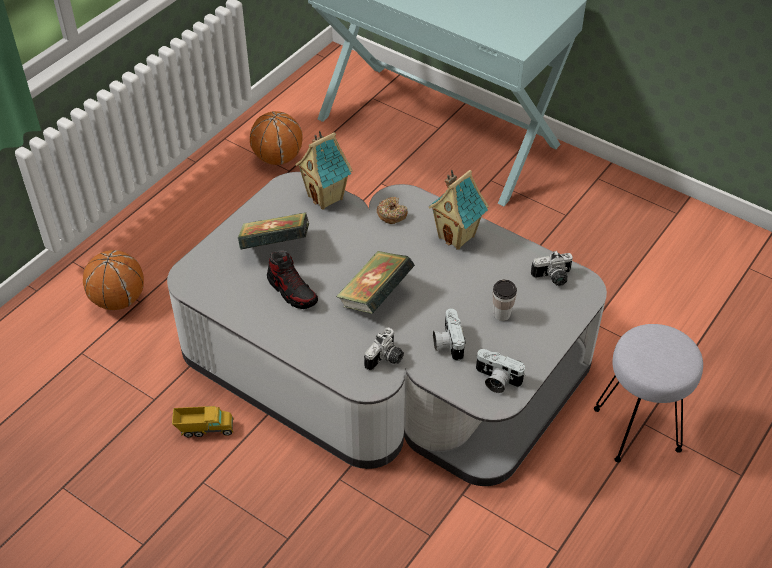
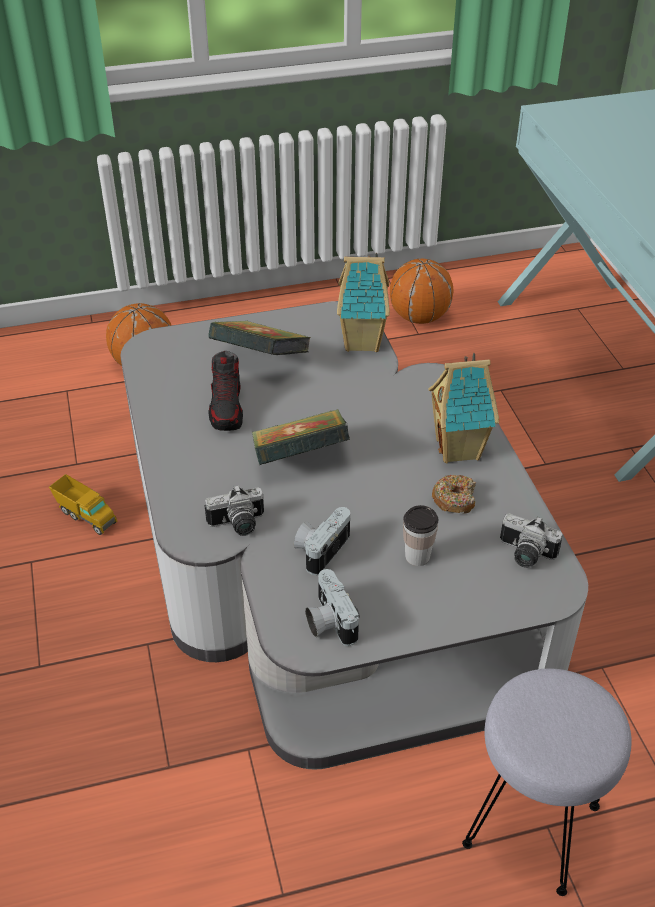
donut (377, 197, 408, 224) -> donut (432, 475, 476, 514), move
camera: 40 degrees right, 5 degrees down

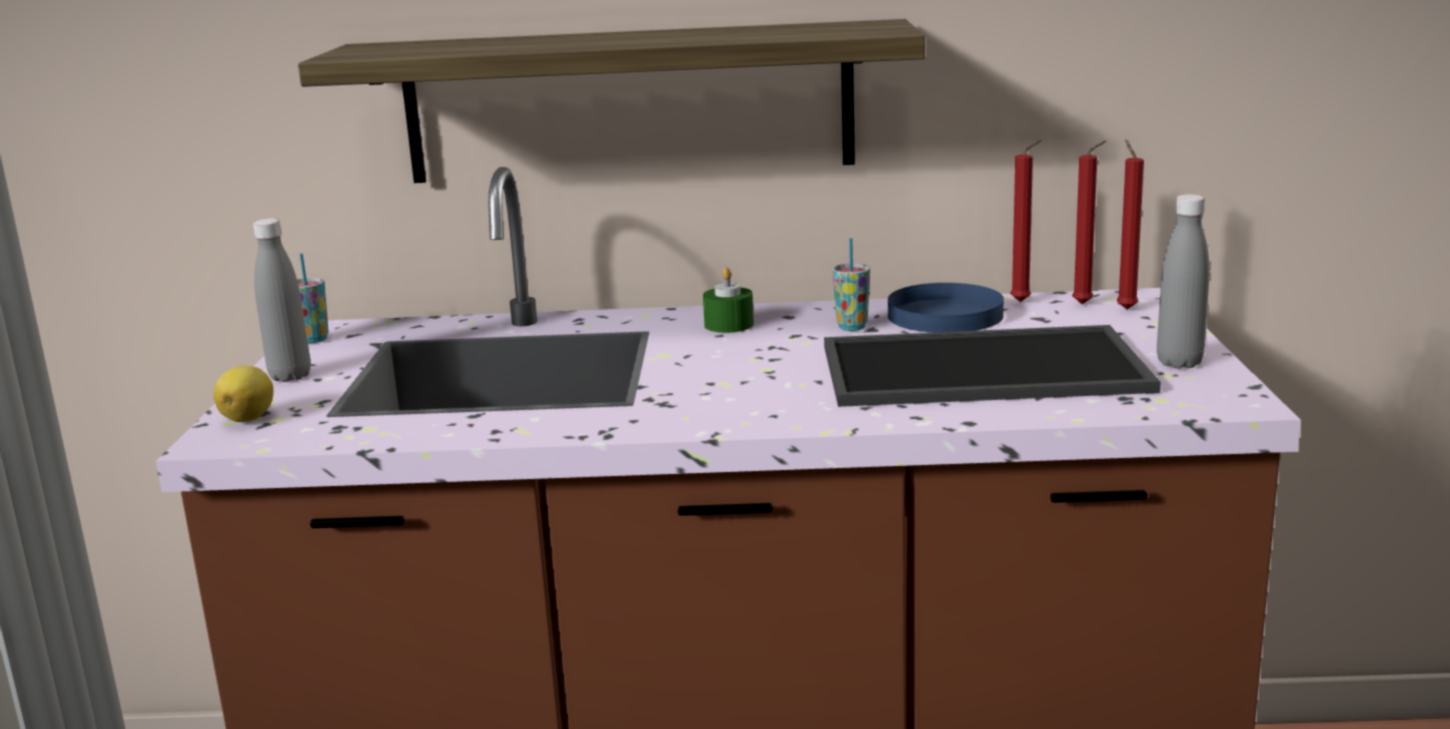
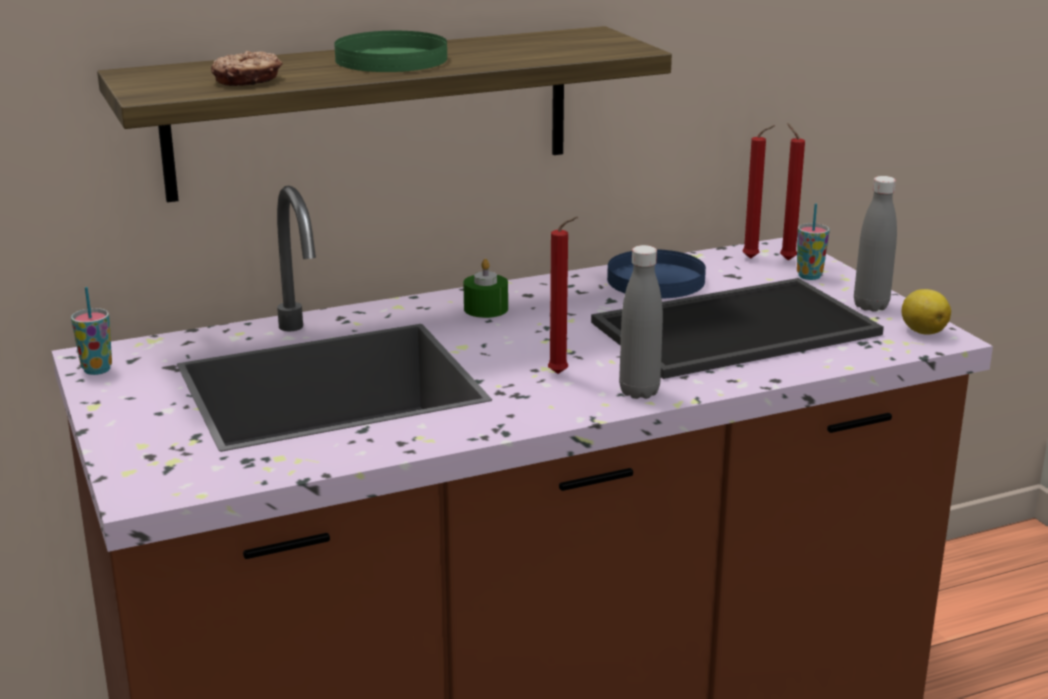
none -> donut (211, 51, 283, 86)
none -> green_plate (334, 31, 447, 72)
lemon (213, 366, 274, 422) -> lemon (902, 289, 951, 335), move
grey_bottle (253, 218, 311, 382) -> grey_bottle (619, 245, 663, 399), move
cup (832, 238, 870, 331) -> cup (797, 204, 830, 280), move
red_candle (1010, 140, 1042, 302) -> red_candle (548, 217, 578, 374), move
camera: 25 degrees left, 5 degrees up

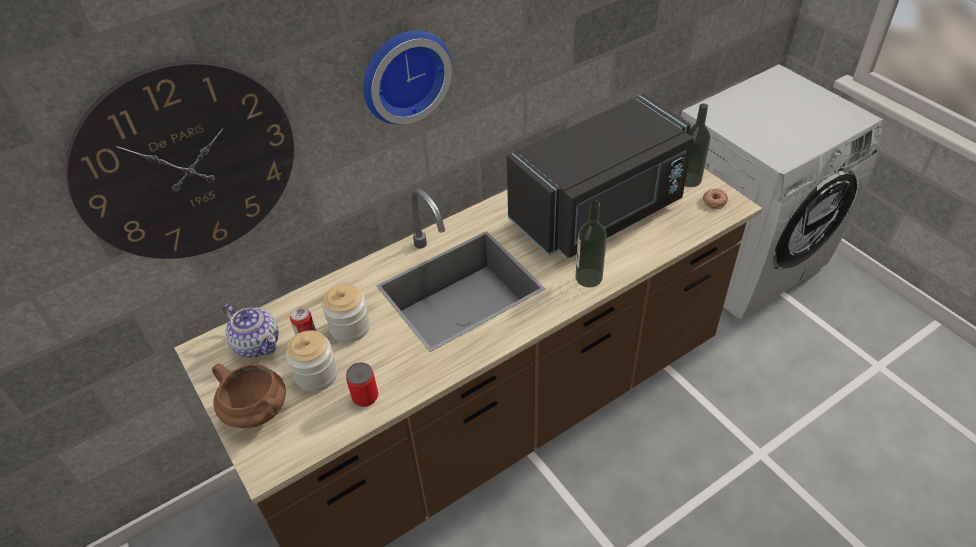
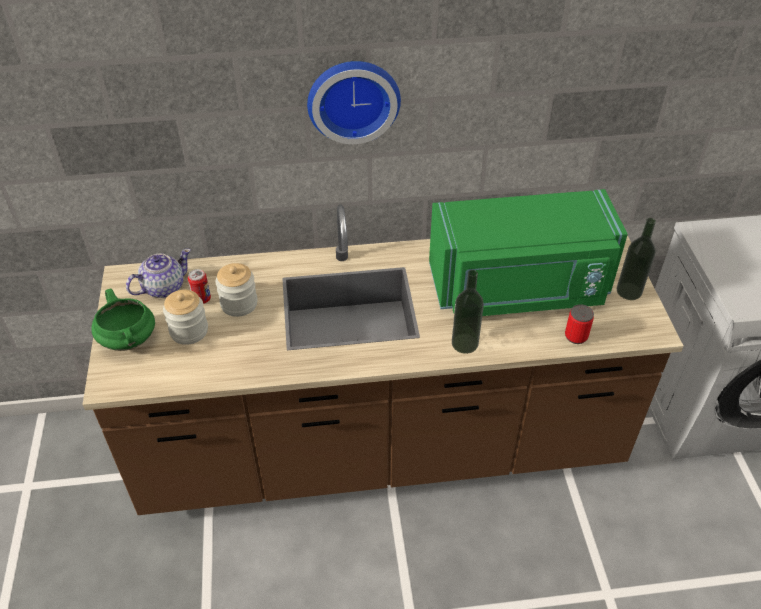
wall_clock (66, 61, 294, 259) -> none
donut (703, 189, 728, 209) -> none
can (346, 363, 378, 407) -> can (565, 304, 594, 344), move
brown_cooking_pot (212, 363, 286, 428) -> green_cooking_pot (91, 289, 155, 351)
black_microwave (507, 94, 694, 258) -> green_microwave (429, 189, 628, 316)
teapot (222, 304, 279, 358) -> teapot (126, 249, 191, 298), 105 degrees counterclockwise
camera: 25 degrees right, 0 degrees up

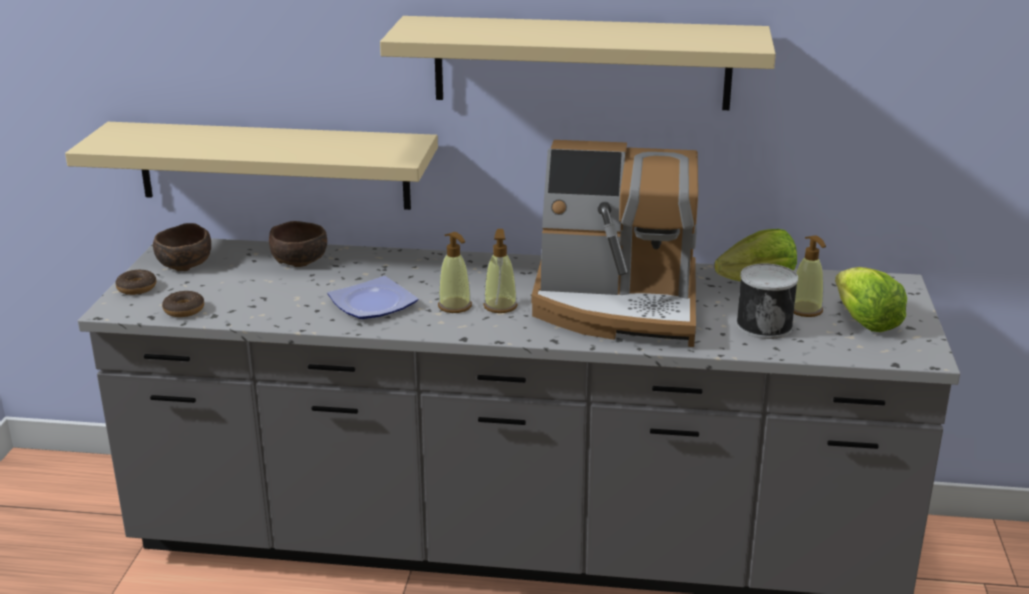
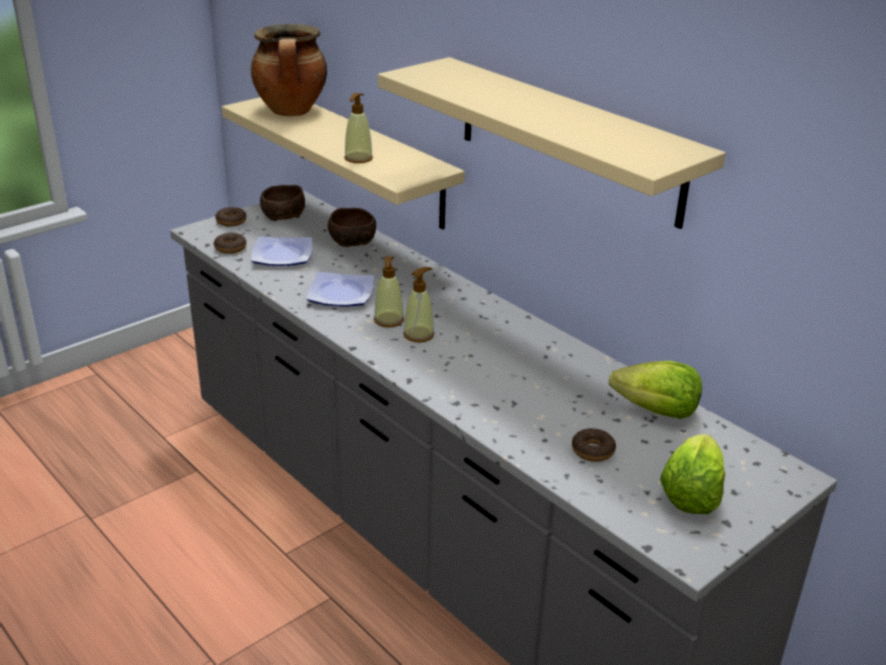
coffee_machine (532, 140, 698, 347) -> none
none -> cooking_pot (251, 24, 327, 116)
none -> plate (252, 237, 312, 266)
soap_dispenser (794, 235, 826, 317) -> soap_dispenser (344, 93, 373, 163), move
can (736, 263, 798, 339) -> donut (572, 428, 616, 462)
camera: 40 degrees right, 5 degrees up

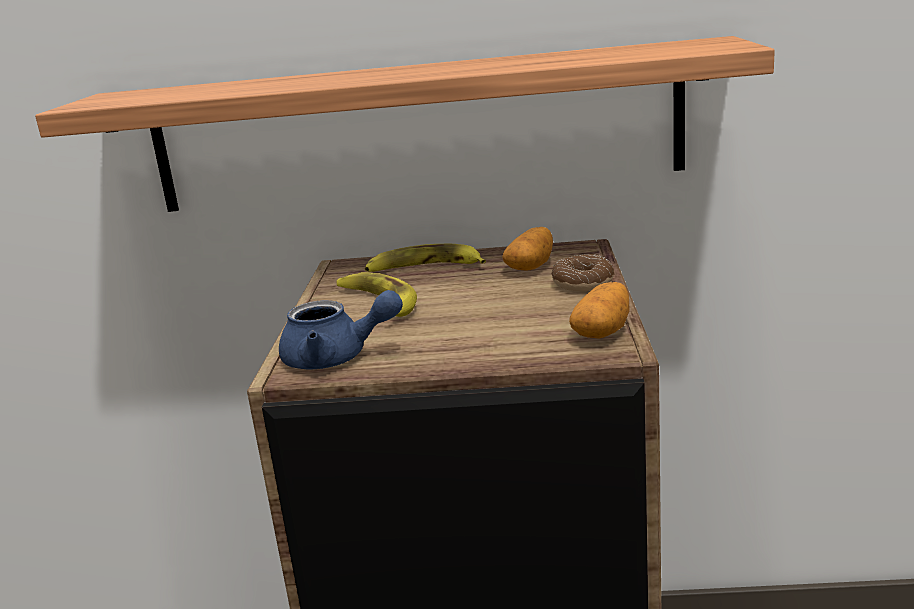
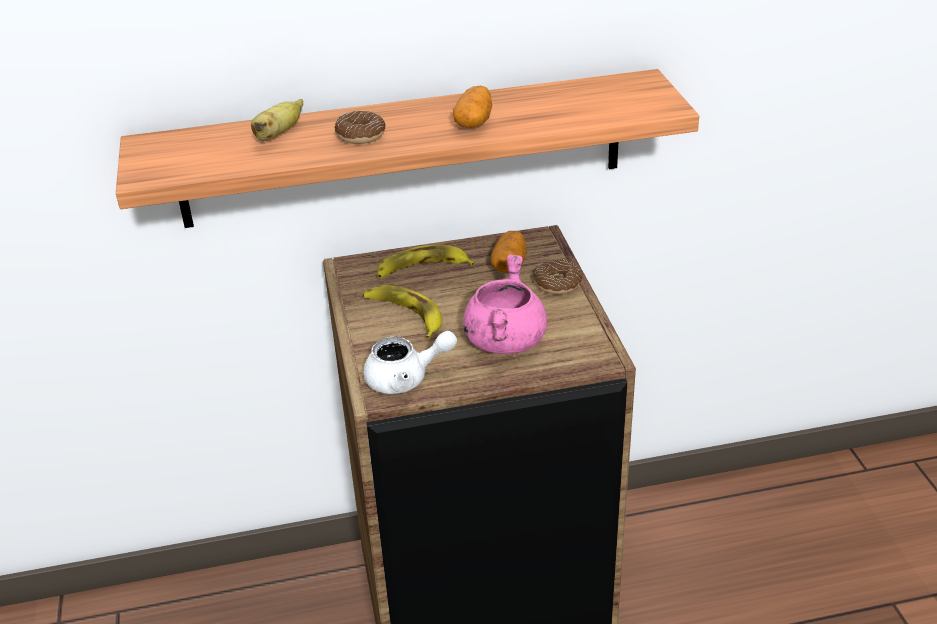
none -> banana (251, 99, 303, 141)
none -> donut (334, 111, 386, 144)
none -> pink_cooking_pot (463, 254, 547, 354)
potato (569, 282, 630, 338) -> potato (453, 86, 492, 128), move
blue_teapot (279, 290, 403, 369) -> white_teapot (363, 331, 457, 394)
camera: 15 degrees left, 15 degrees up

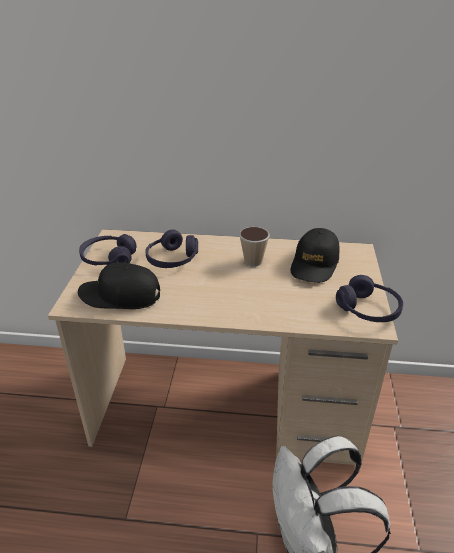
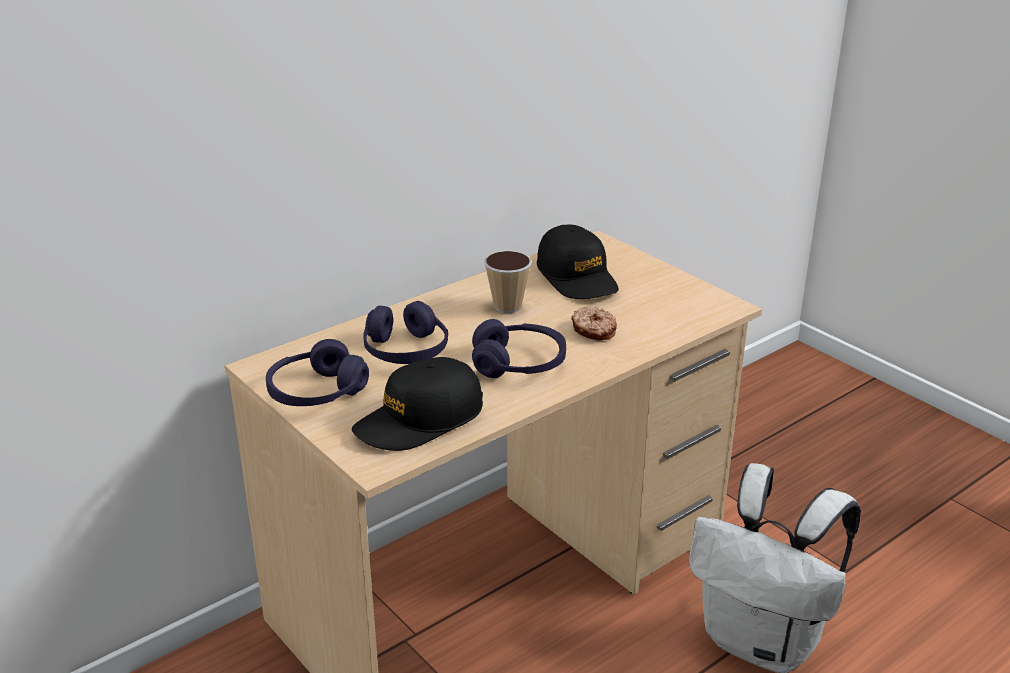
none -> donut (571, 306, 617, 341)
purple_headphones (336, 275, 403, 322) -> purple_headphones (472, 319, 566, 378), move
camera: 45 degrees left, 5 degrees down

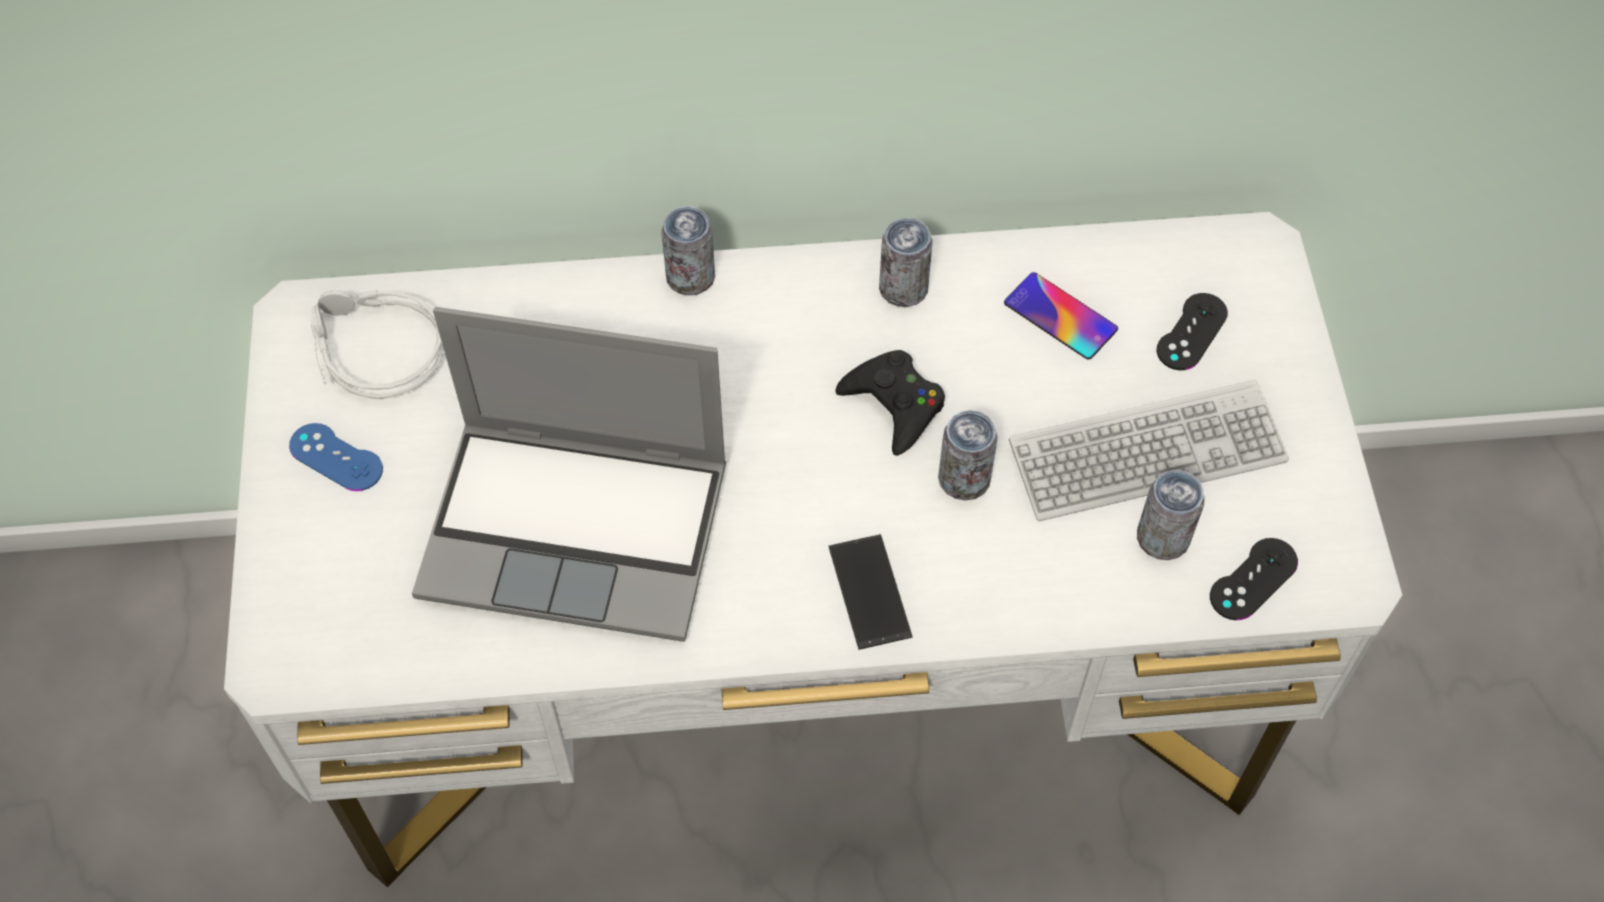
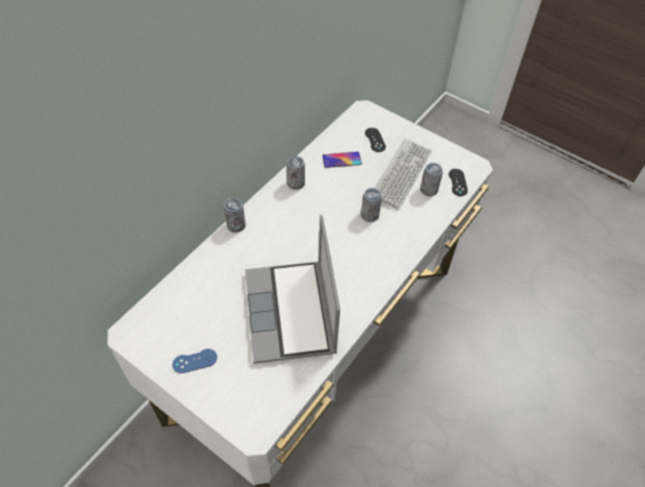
grey_headphones (311, 290, 444, 399) -> none
phone (829, 534, 913, 650) -> none
black_game_controller (835, 350, 945, 456) -> none
laptop (412, 307, 726, 642) -> laptop (245, 215, 340, 364), 120 degrees clockwise
camera: 50 degrees left, 5 degrees down

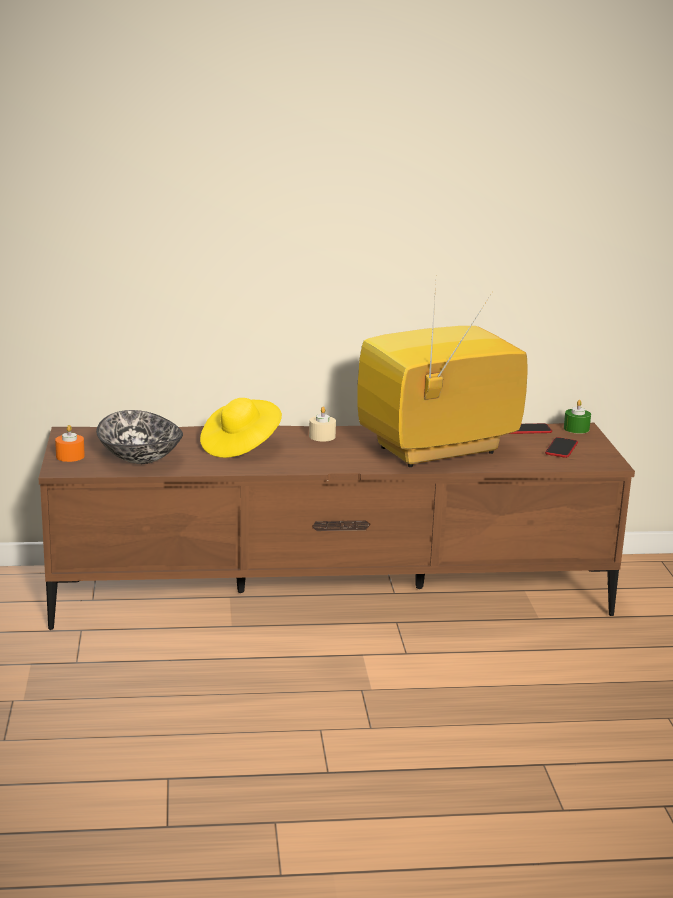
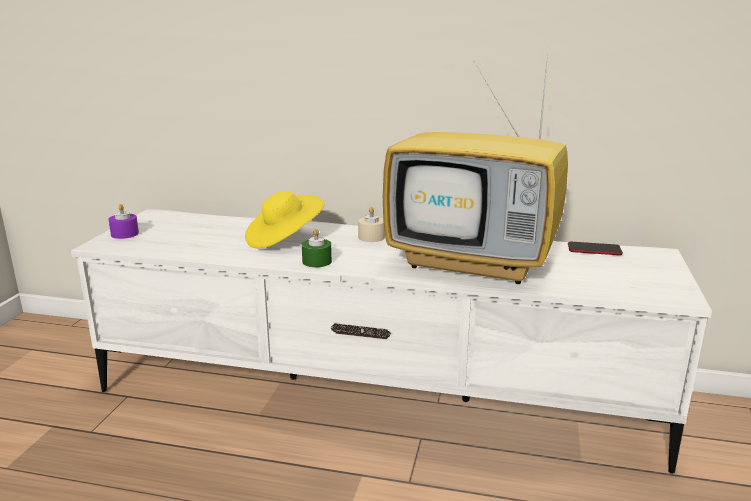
bowl (96, 410, 183, 464) -> none
phone (545, 437, 578, 458) -> none
green_candle (564, 400, 591, 434) -> green_candle (302, 228, 332, 268), move
brown_tv_stand (39, 423, 635, 630) -> white_tv_stand (71, 209, 712, 474)
orange_candle (55, 425, 85, 462) -> purple_candle (108, 204, 139, 239)
television (358, 284, 528, 467) -> television (383, 43, 568, 284), 150 degrees counterclockwise
camera: 20 degrees right, 0 degrees up

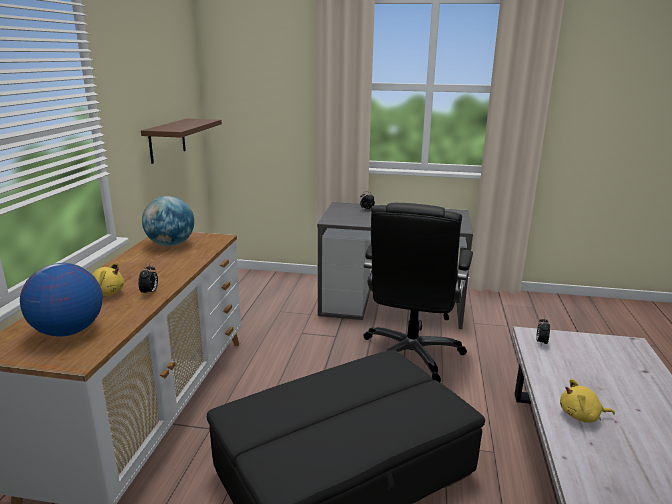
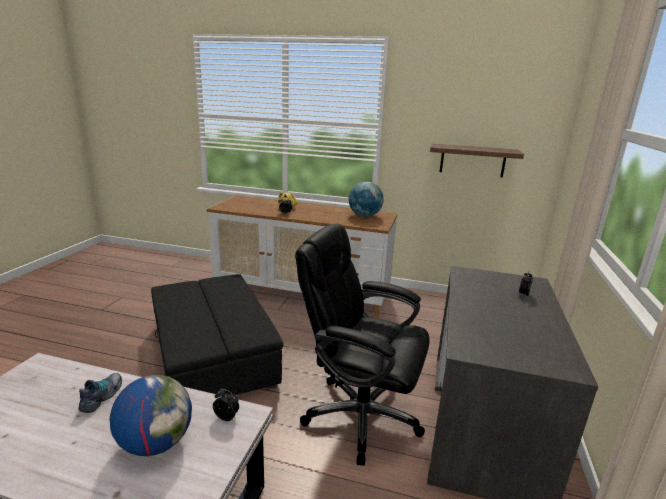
globe (20, 263, 103, 337) -> globe (110, 375, 192, 456), move
yellow_plush_toy (560, 379, 615, 423) -> shoe (79, 373, 122, 413)
camera: 95 degrees right, 0 degrees up

